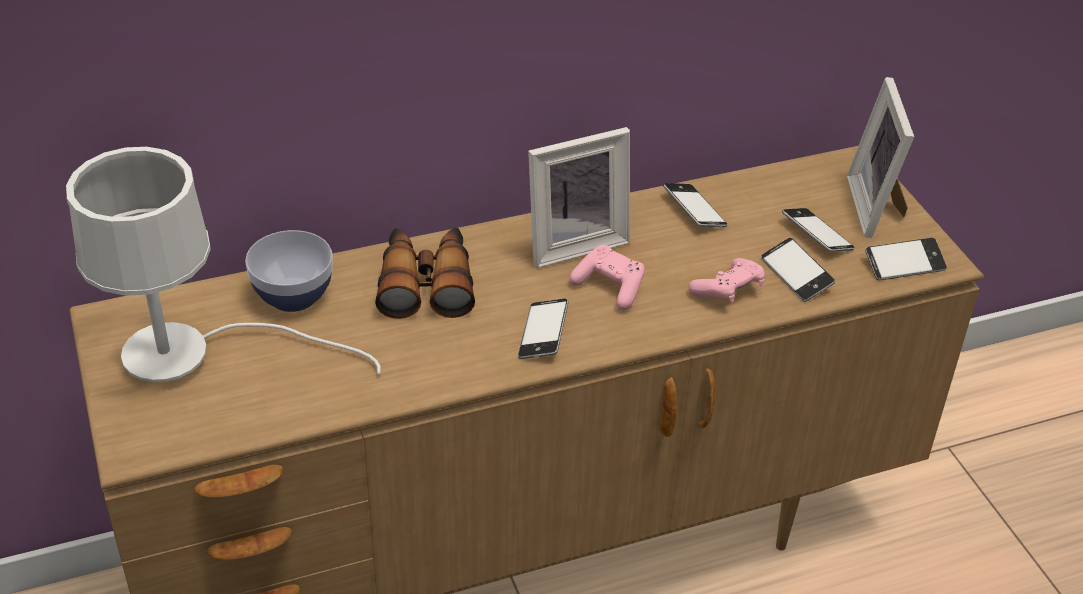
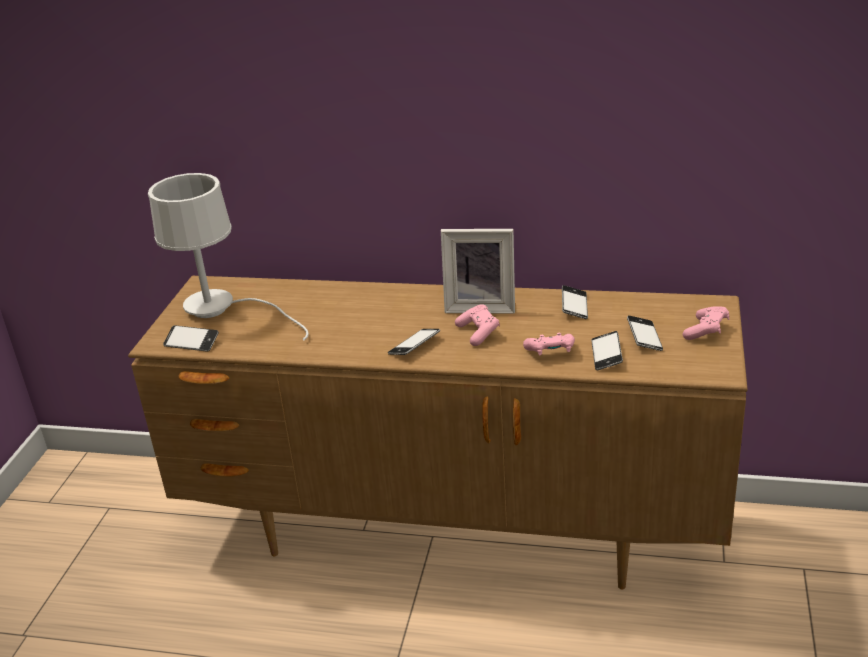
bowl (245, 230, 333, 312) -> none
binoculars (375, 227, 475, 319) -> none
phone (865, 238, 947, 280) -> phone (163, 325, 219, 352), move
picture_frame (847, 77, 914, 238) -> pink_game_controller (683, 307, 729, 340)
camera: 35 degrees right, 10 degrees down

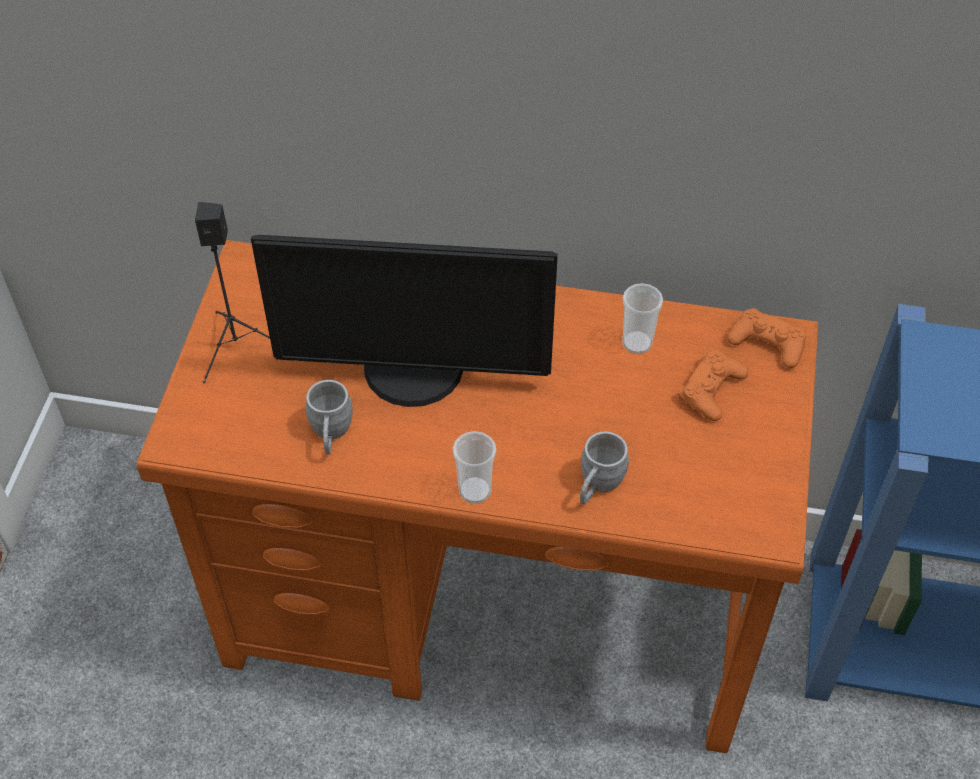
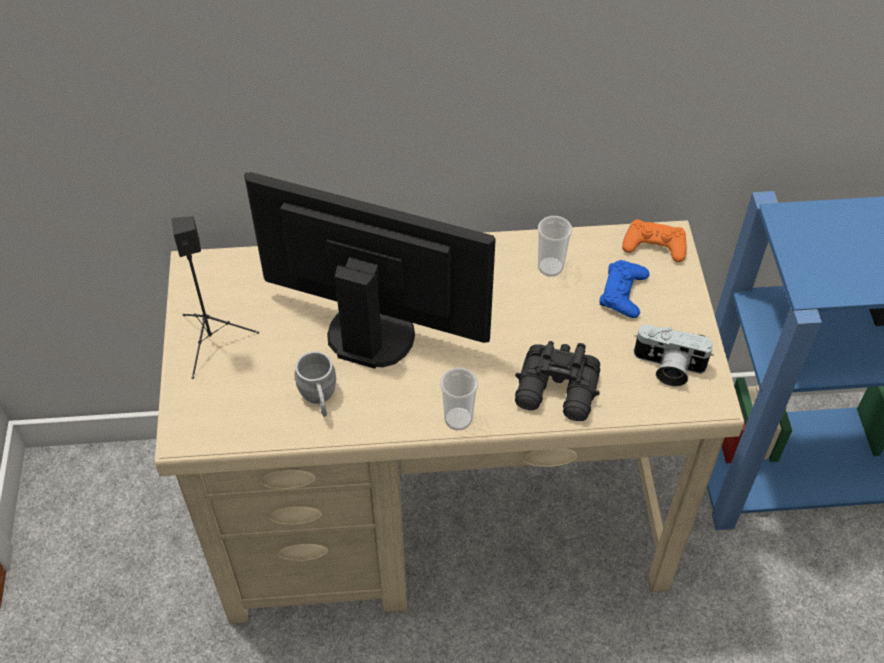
none -> photo_camera (634, 325, 714, 386)
grey_mug (580, 431, 629, 504) -> black_binoculars (515, 341, 600, 421)
orange_desk (137, 240, 818, 753) -> beige_desk (155, 220, 744, 624)
orange_game_controller (678, 351, 749, 421) -> blue_game_controller (600, 260, 649, 318)
monitor (251, 235, 558, 407) -> monitor (244, 172, 496, 369), 150 degrees counterclockwise
camera: 15 degrees left, 0 degrees up

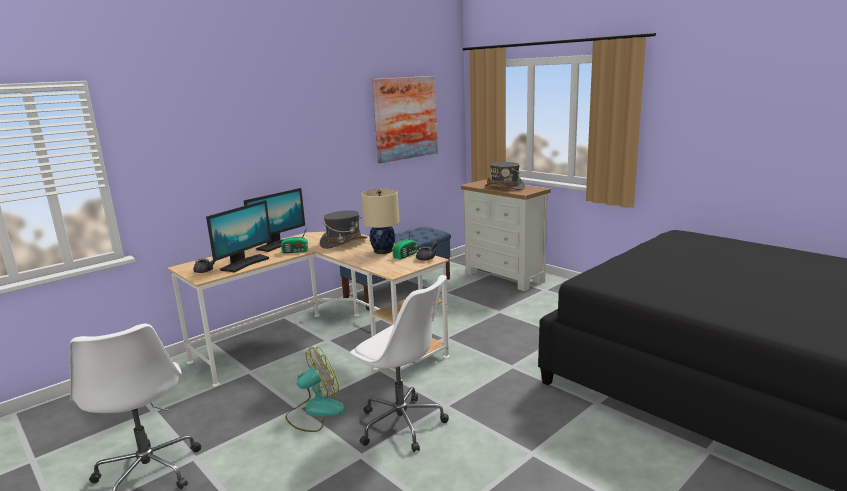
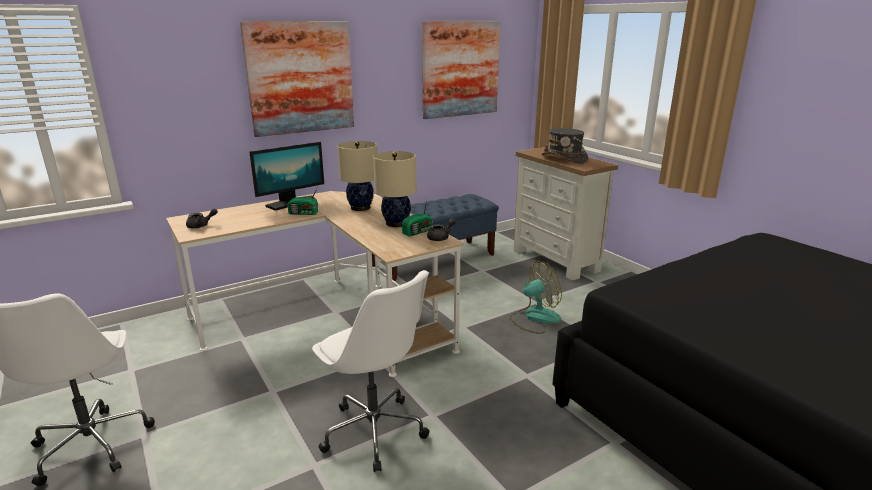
monitor (206, 200, 272, 272) -> none
none -> picture (240, 21, 354, 137)
fan (285, 347, 345, 432) -> fan (510, 261, 562, 334), move
grey_hat (320, 210, 368, 249) -> beige_table_lamp (337, 141, 377, 211)
camera: 10 degrees right, 5 degrees up

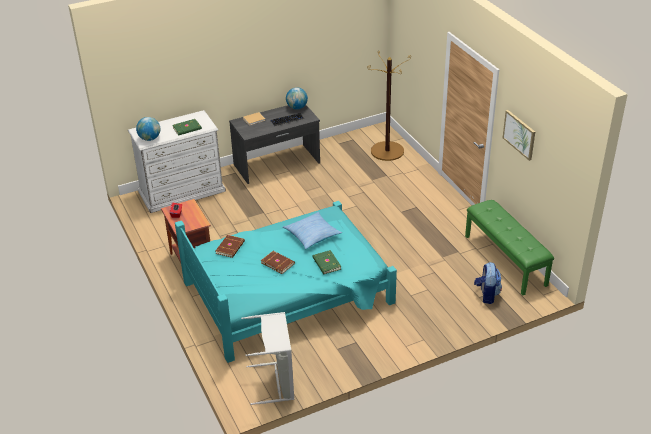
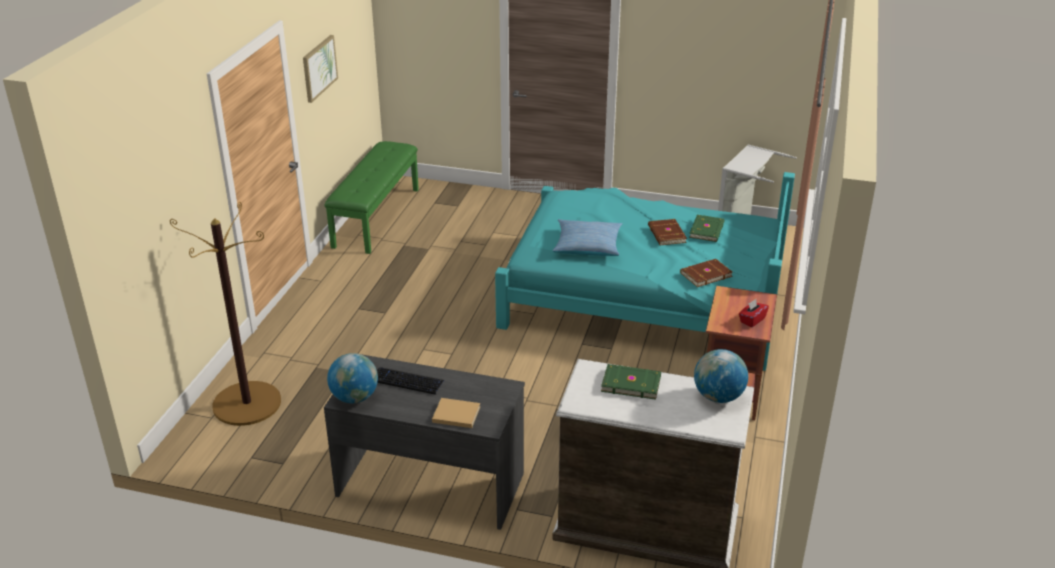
backpack (474, 262, 502, 304) -> none
green_book (312, 250, 341, 274) -> green_book (689, 215, 725, 242), move
camera: 140 degrees left, 5 degrees down

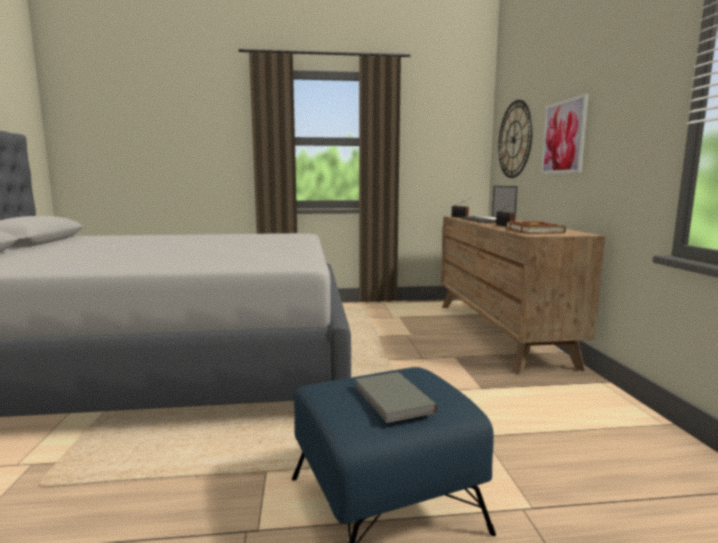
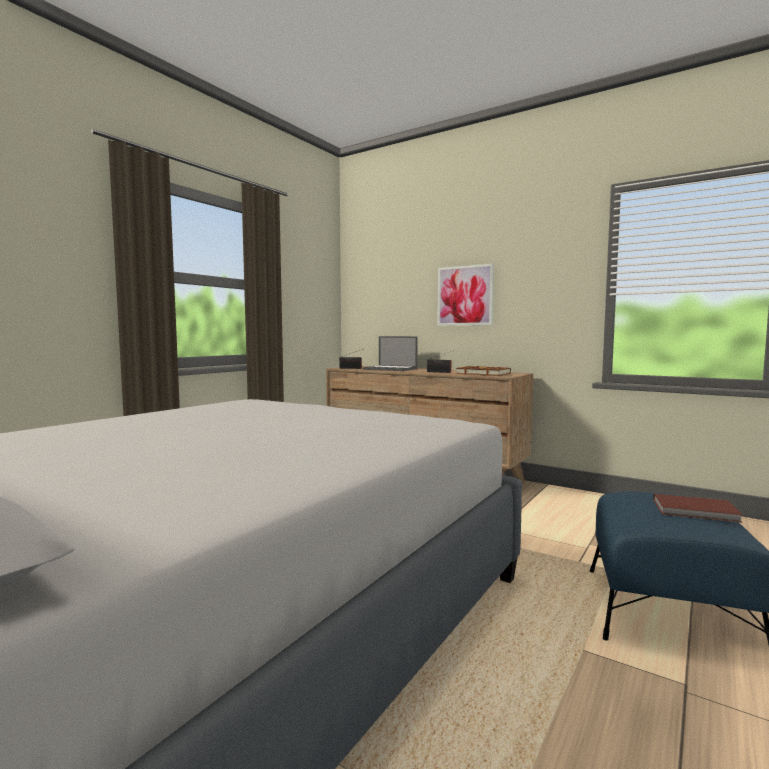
wall_clock (498, 100, 533, 178) -> none
grey_book (355, 372, 438, 423) -> brown_book (653, 494, 743, 523)
camera: 50 degrees left, 5 degrees down

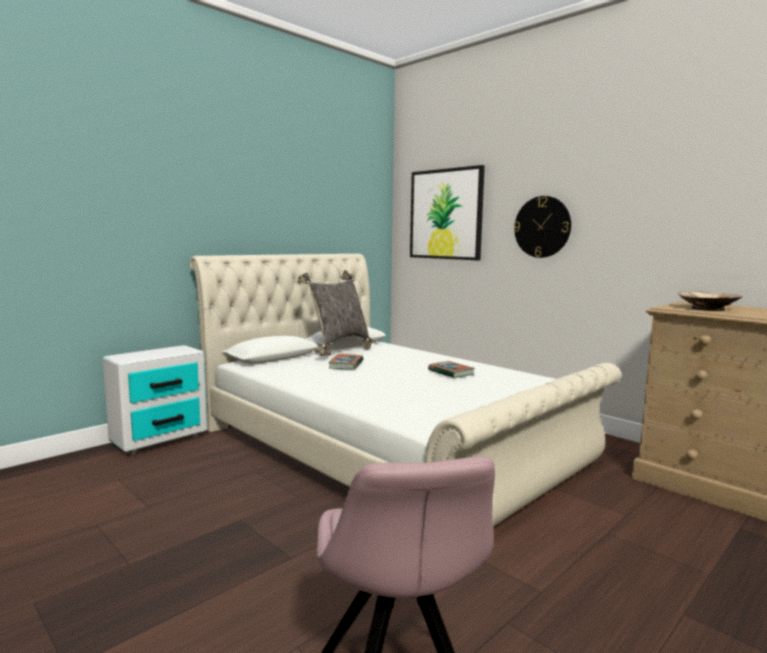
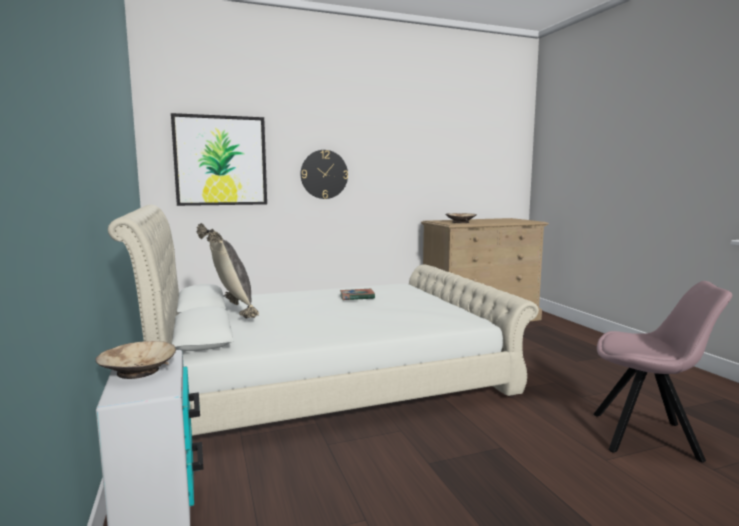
book (328, 354, 363, 369) -> none
none -> beige_bowl (95, 341, 176, 379)
camera: 65 degrees left, 0 degrees up

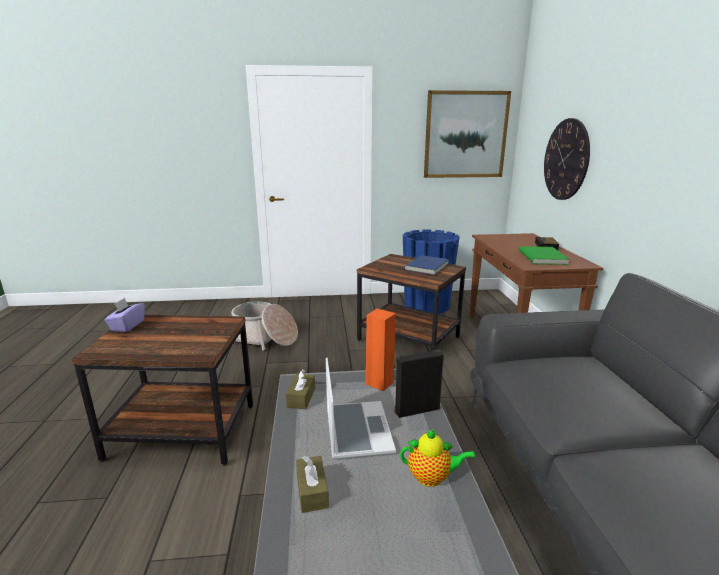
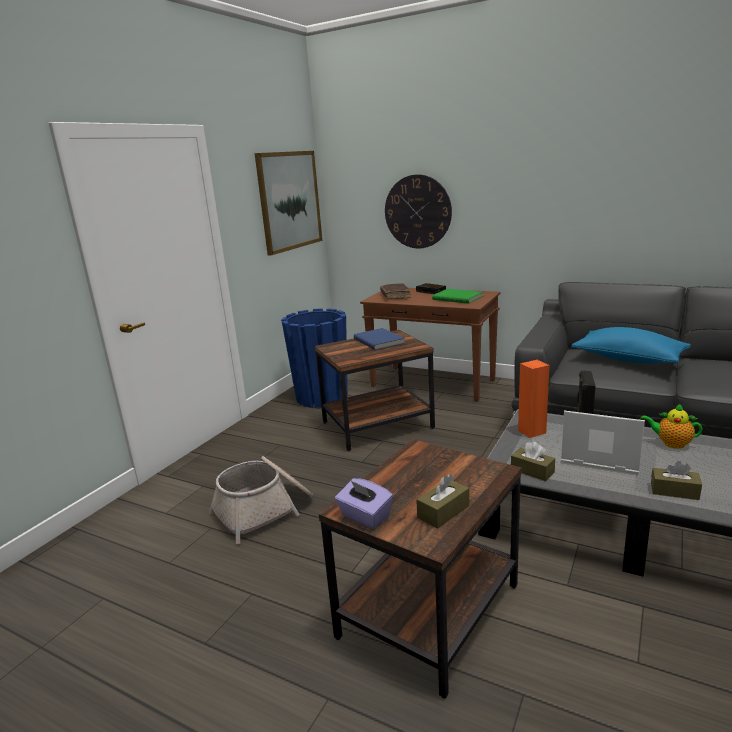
none -> brown_book (380, 283, 411, 299)
none -> brown_tissue_box (416, 474, 469, 529)
none -> blue_pillow (571, 327, 691, 364)
teapot (400, 429, 475, 487) -> teapot (641, 403, 703, 449), 105 degrees counterclockwise
camera: 55 degrees left, 0 degrees up

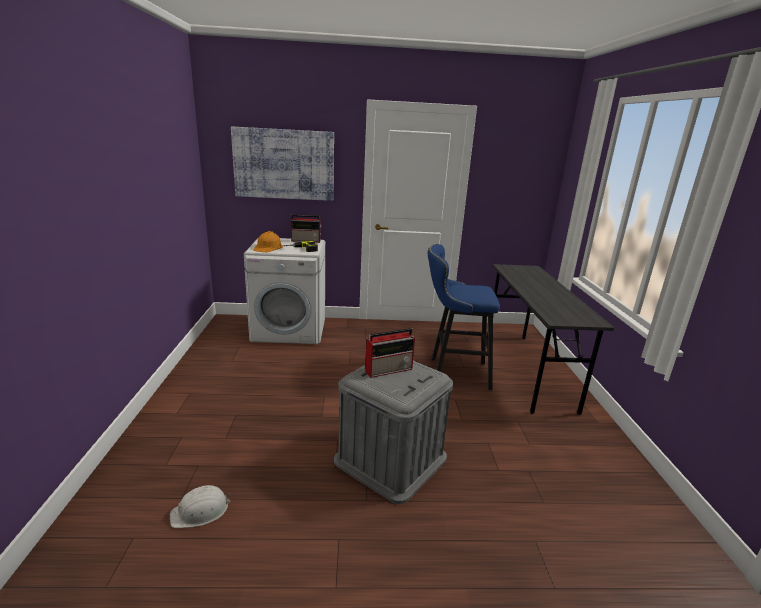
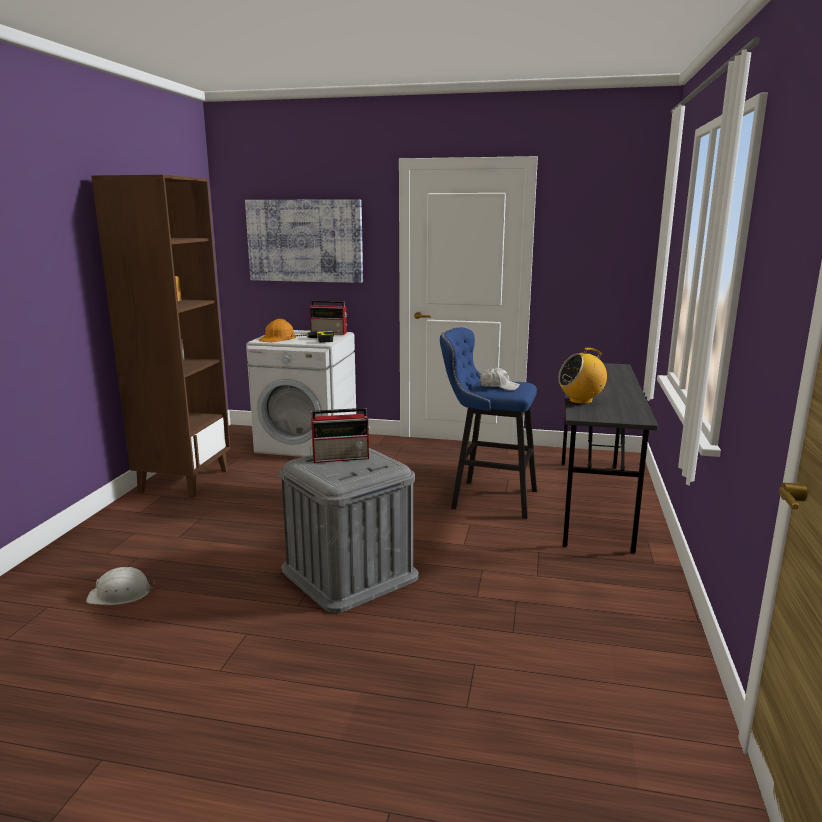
none -> brown_bookcase (91, 175, 231, 498)
none -> white_cap (480, 367, 520, 391)
none -> radio (558, 348, 607, 404)
camera: 15 degrees right, 5 degrees down

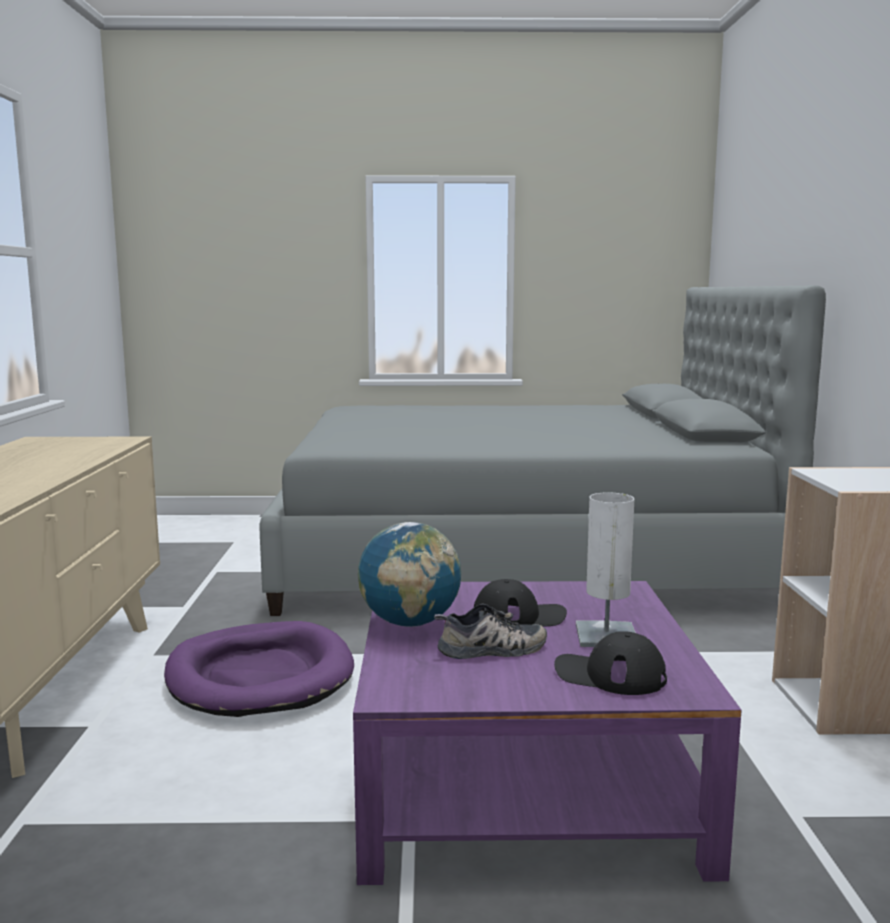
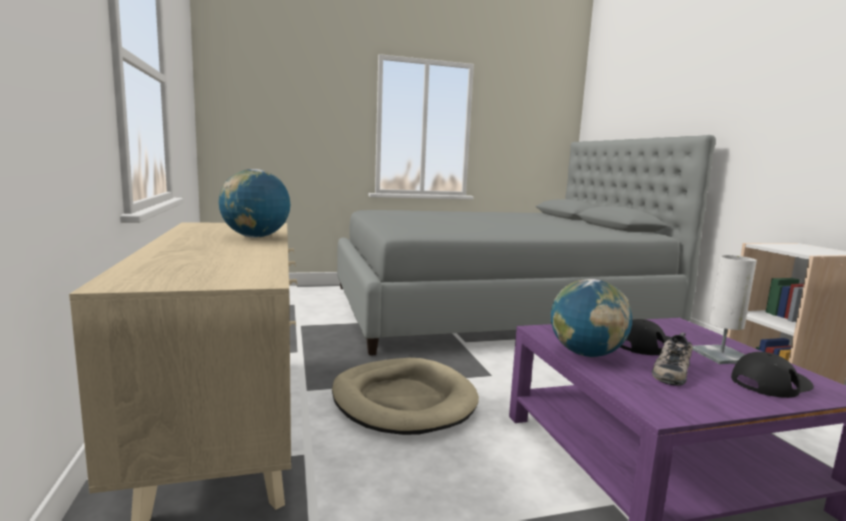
none -> globe (219, 169, 290, 238)
purple_dog_bed (164, 621, 354, 717) -> beige_dog_bed (332, 358, 479, 435)
shoe (434, 604, 547, 659) -> shoe (652, 333, 693, 386), 150 degrees clockwise
black_cap (554, 631, 667, 695) -> black_cap (731, 352, 814, 398), 150 degrees clockwise
camera: 15 degrees left, 0 degrees up

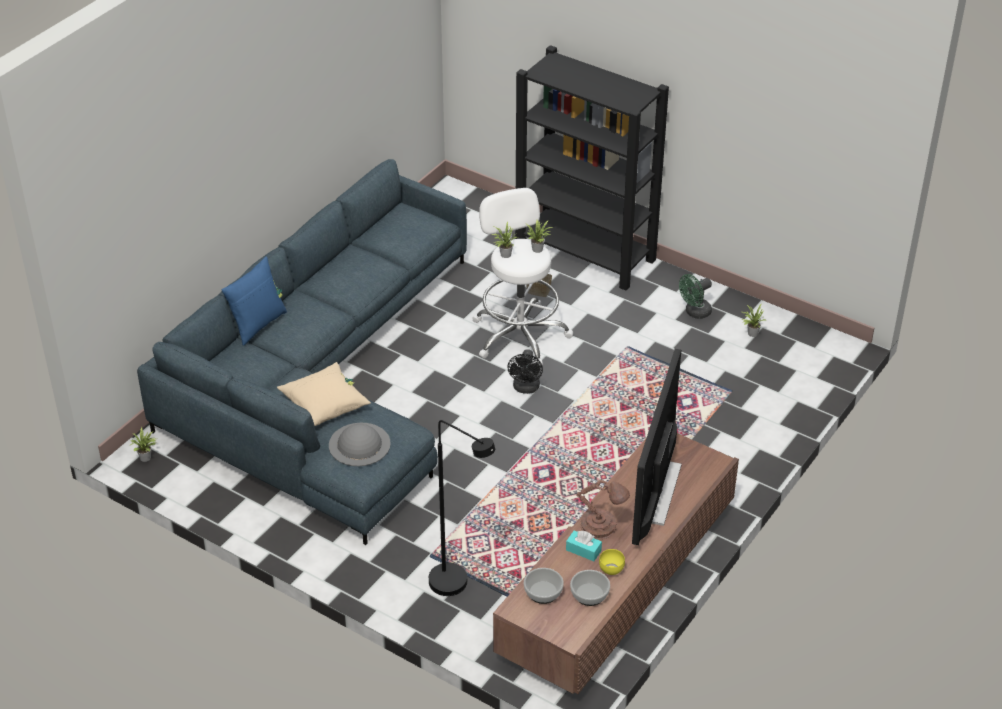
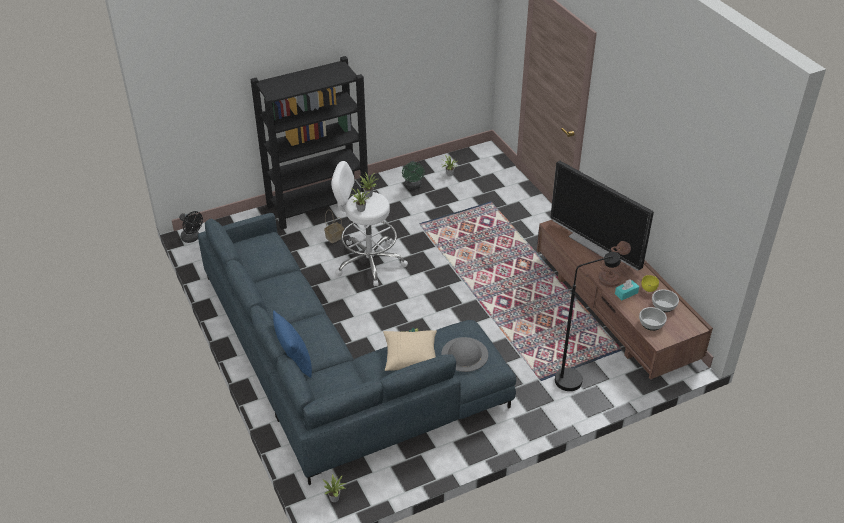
black_fan (508, 349, 543, 394) -> black_fan (179, 211, 203, 243), move
camera: 60 degrees left, 0 degrees up

